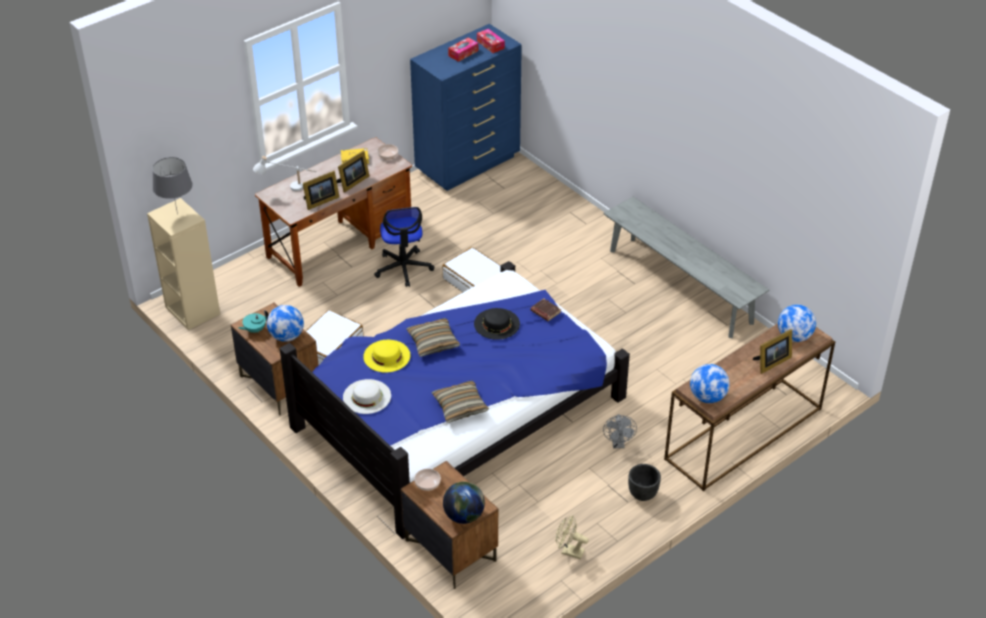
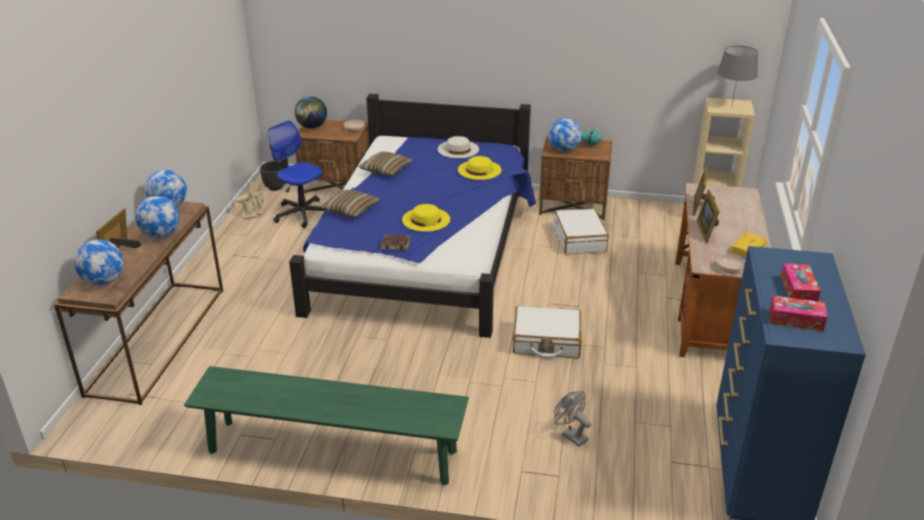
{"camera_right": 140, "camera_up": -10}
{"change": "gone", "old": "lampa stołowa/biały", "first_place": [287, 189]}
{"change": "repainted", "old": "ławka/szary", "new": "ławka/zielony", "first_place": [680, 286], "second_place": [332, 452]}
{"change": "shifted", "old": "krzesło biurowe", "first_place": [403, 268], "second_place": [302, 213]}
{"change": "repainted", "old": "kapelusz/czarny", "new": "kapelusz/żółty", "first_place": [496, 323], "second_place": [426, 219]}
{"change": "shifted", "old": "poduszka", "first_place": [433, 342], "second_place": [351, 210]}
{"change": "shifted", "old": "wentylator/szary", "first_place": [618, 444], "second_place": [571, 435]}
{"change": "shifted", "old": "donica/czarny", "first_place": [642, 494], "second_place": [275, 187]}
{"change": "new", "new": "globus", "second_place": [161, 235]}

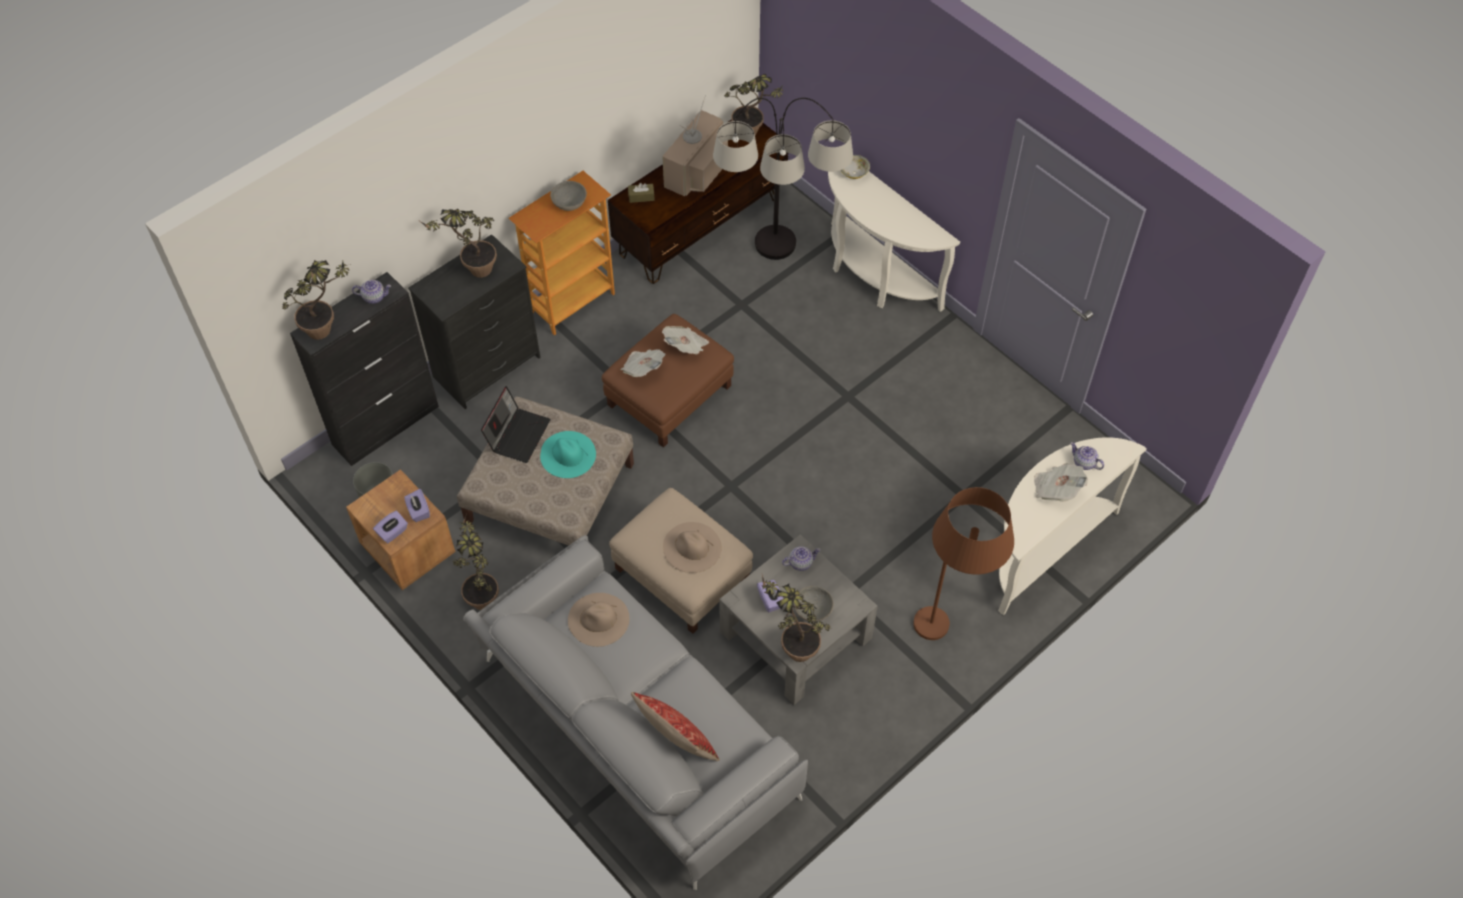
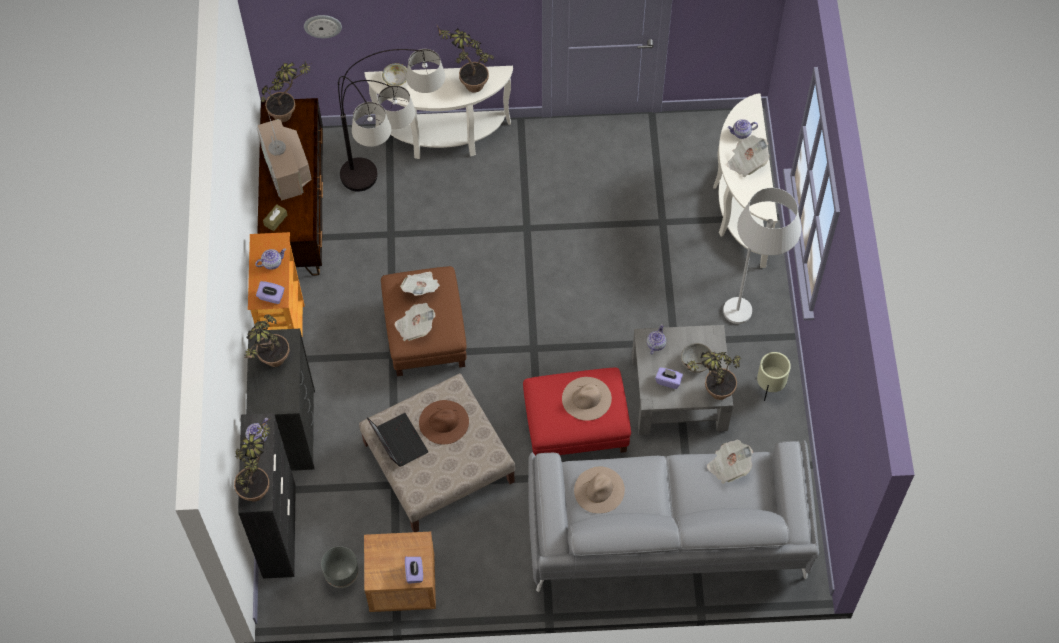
{"camera_right": -50, "camera_up": 5}
{"change": "swapped", "old": "miska/szary", "new": "imbryk", "first_place": [569, 203], "second_place": [272, 262]}
{"change": "repainted", "old": "kapelusz/turkusowy", "new": "kapelusz/brązowy", "first_place": [567, 454], "second_place": [444, 422]}
{"change": "repainted", "old": "lampa stojąca/brązowy", "new": "lampa stojąca/biały", "first_place": [949, 633], "second_place": [752, 306]}
{"change": "repainted", "old": "pufa/beżowy", "new": "pufa/czerwony", "first_place": [681, 574], "second_place": [575, 427]}
{"change": "shifted", "old": "pudełko chusteczek/fioletowy", "first_place": [418, 511], "second_place": [271, 297]}
{"change": "shifted", "old": "roślina doniczkowa", "first_place": [482, 593], "second_place": [468, 82]}
{"change": "gone", "old": "poduszka", "first_place": [677, 743]}
{"change": "new", "new": "zegar ścienny", "second_place": [322, 25]}
{"change": "new", "new": "donica/beżowy", "second_place": [769, 387]}
{"change": "new", "new": "gazeta", "second_place": [728, 466]}

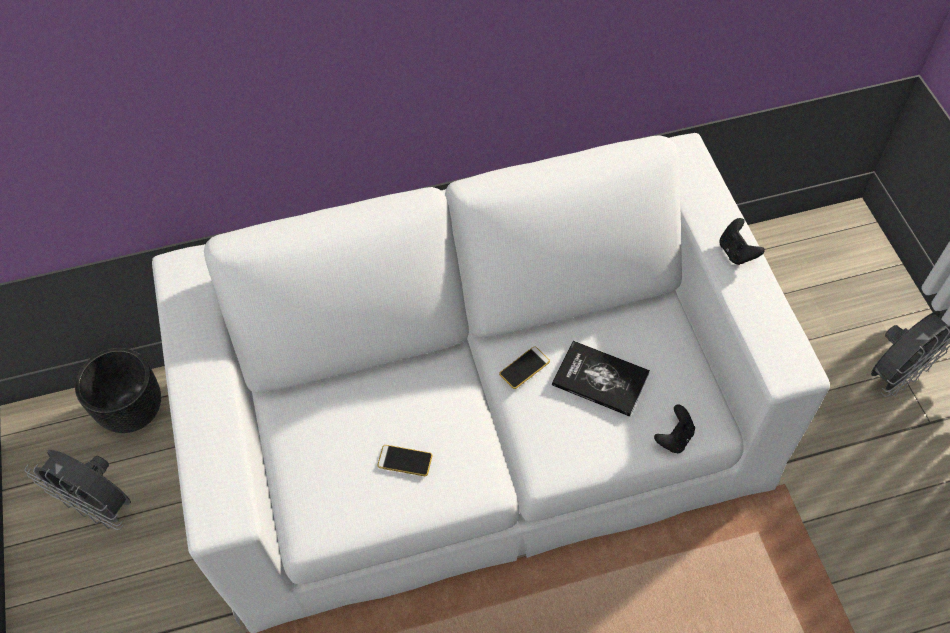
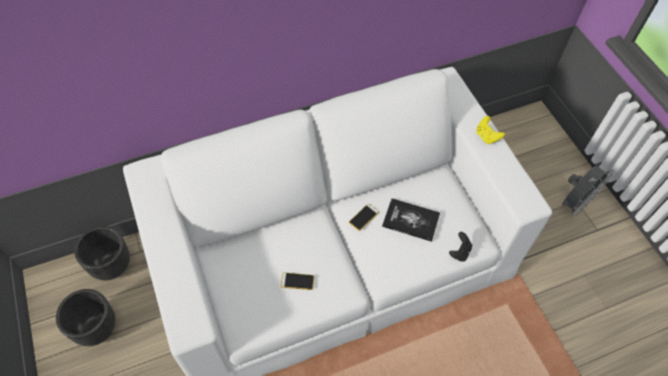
{"camera_right": -10, "camera_up": 0}
{"change": "repainted", "old": "pad do gier/czarny", "new": "pad do gier/żółty", "first_place": [736, 252], "second_place": [486, 136]}
{"change": "swapped", "old": "wentylator/szary", "new": "donica/czarny", "first_place": [101, 506], "second_place": [98, 328]}

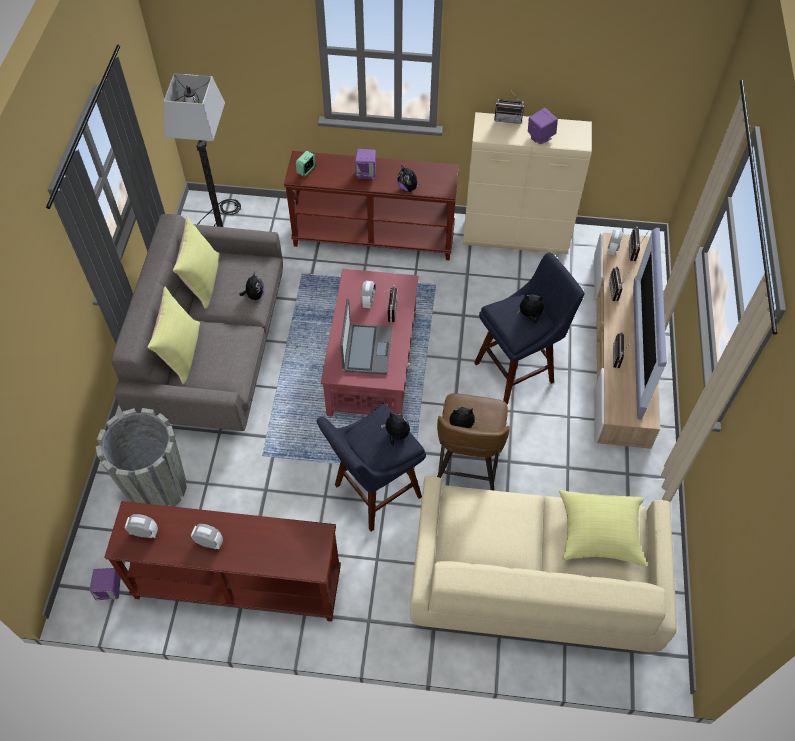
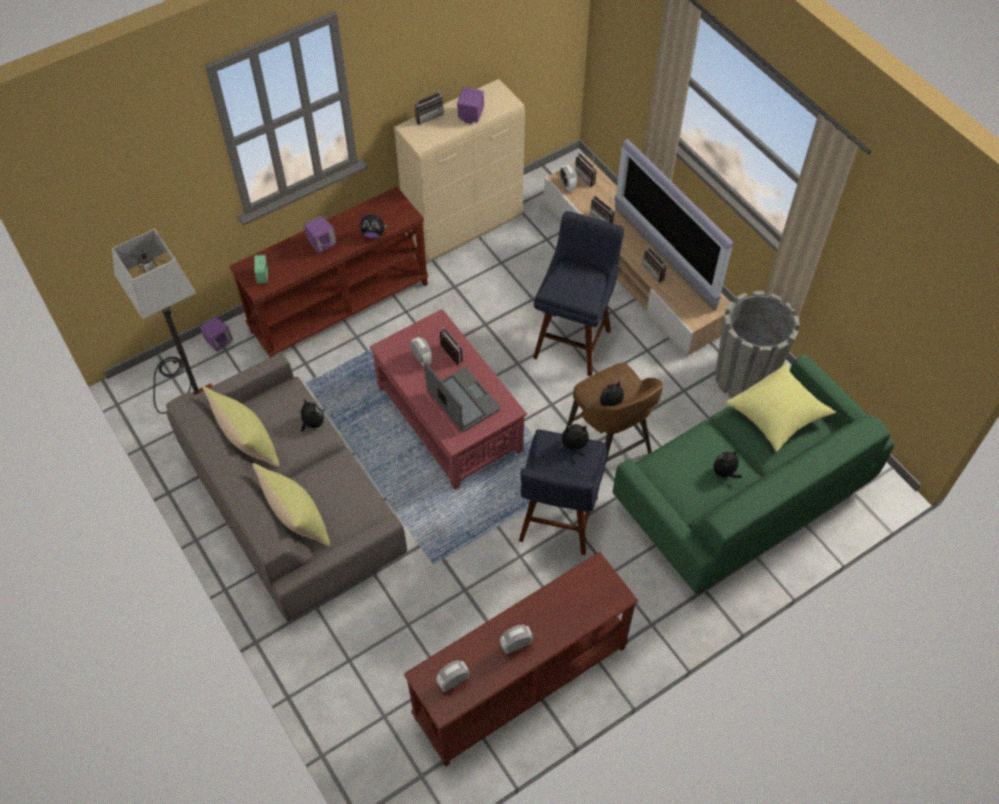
{"camera_right": -40, "camera_up": 0}
{"change": "shifted", "old": "pluszak", "first_place": [530, 315], "second_place": [724, 473]}
{"change": "shifted", "old": "donica/szary", "first_place": [157, 487], "second_place": [744, 377]}
{"change": "repainted", "old": "kanapa/beżowy", "new": "kanapa/zielony", "first_place": [532, 581], "second_place": [740, 497]}
{"change": "shifted", "old": "głośnik/fioletowy", "first_place": [110, 589], "second_place": [219, 342]}

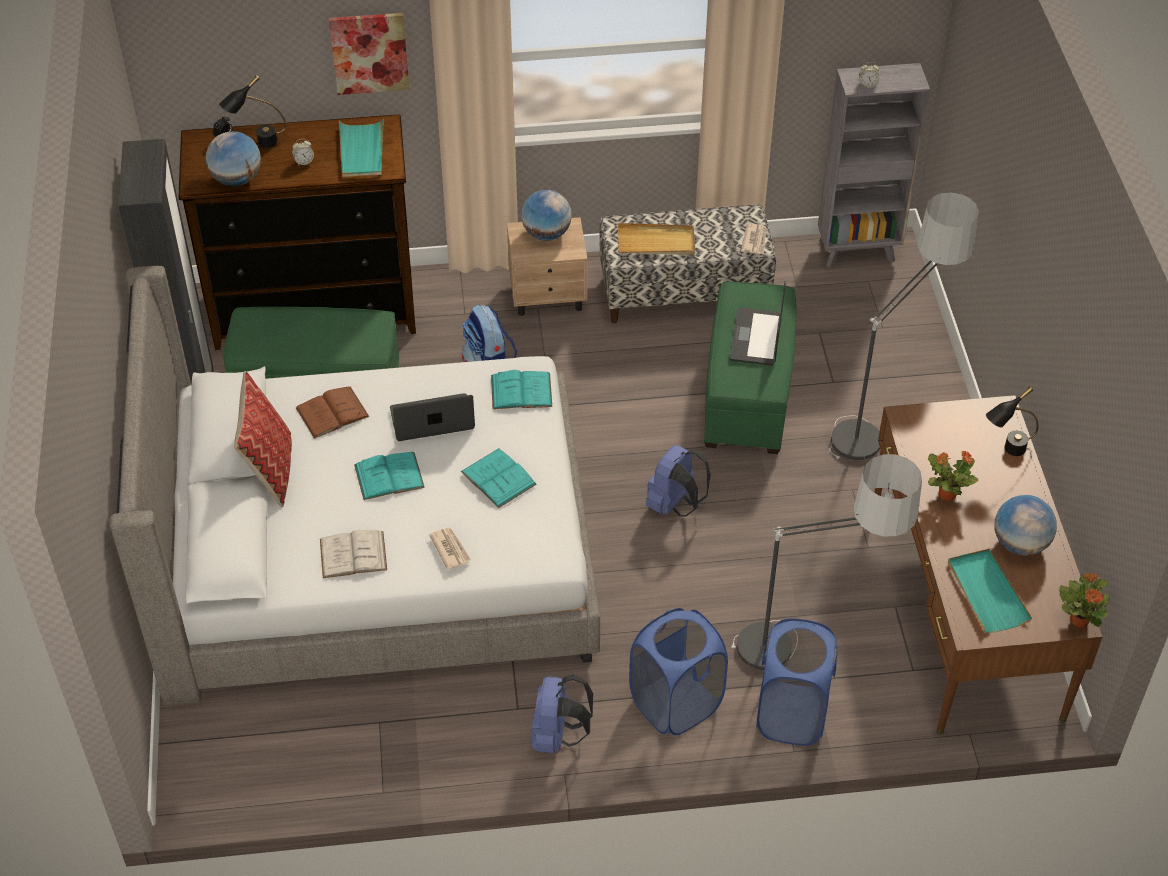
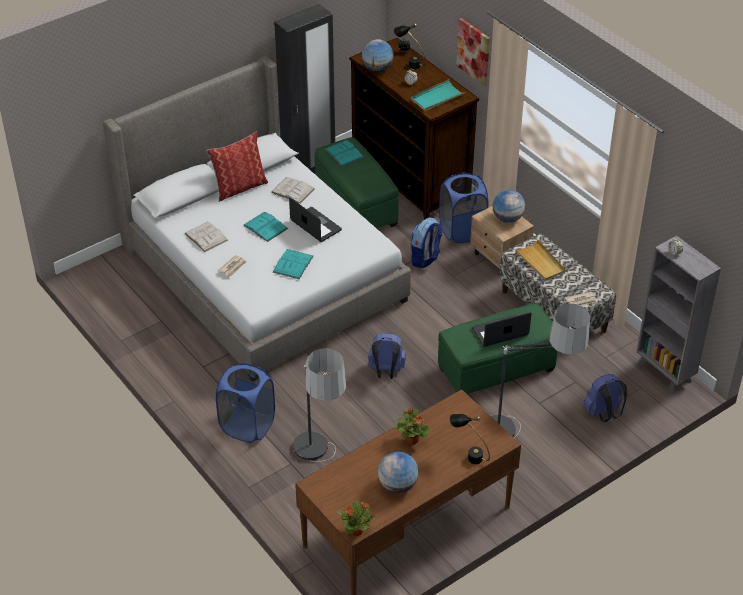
{"camera_right": 60, "camera_up": -5}
{"change": "shifted", "old": "książka/turkusowy", "first_place": [521, 391], "second_place": [344, 153]}
{"change": "repainted", "old": "książka/brązowy", "new": "książka/biały", "first_place": [332, 412], "second_place": [292, 190]}
{"change": "gone", "old": "taca/turkusowy", "first_place": [986, 593]}
{"change": "shifted", "old": "kosz na pranie/niebieski", "first_place": [791, 714], "second_place": [462, 231]}
{"change": "shifted", "old": "plecak/niebieski", "first_place": [558, 735], "second_place": [603, 413]}

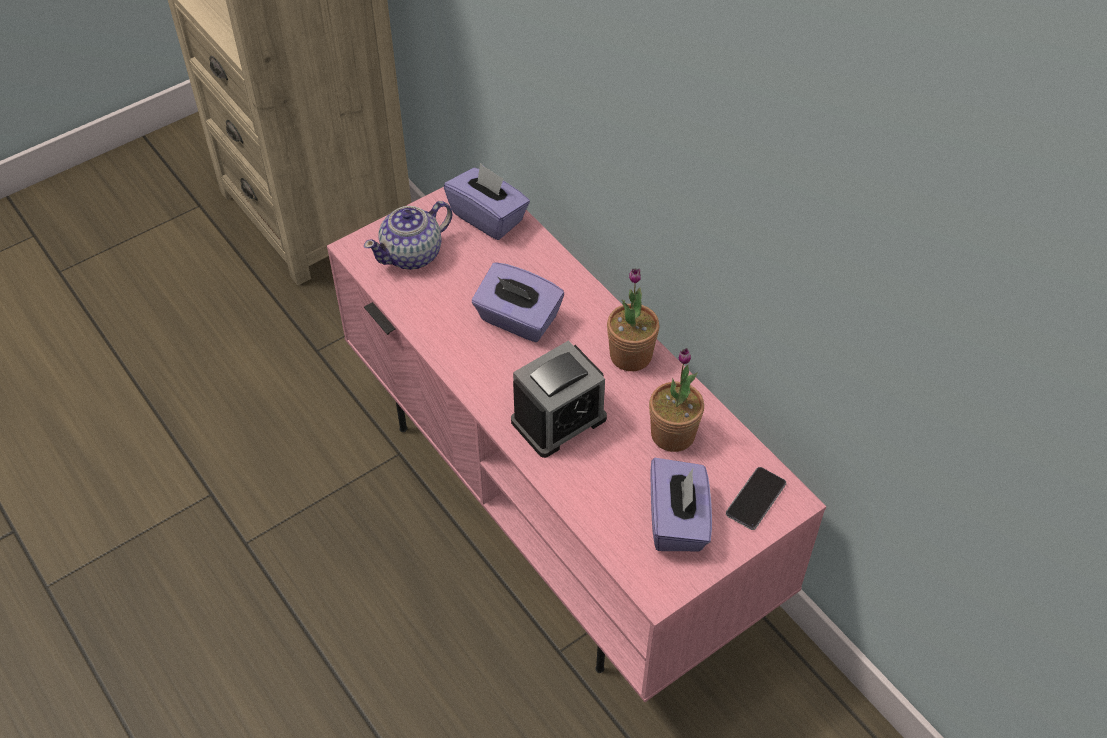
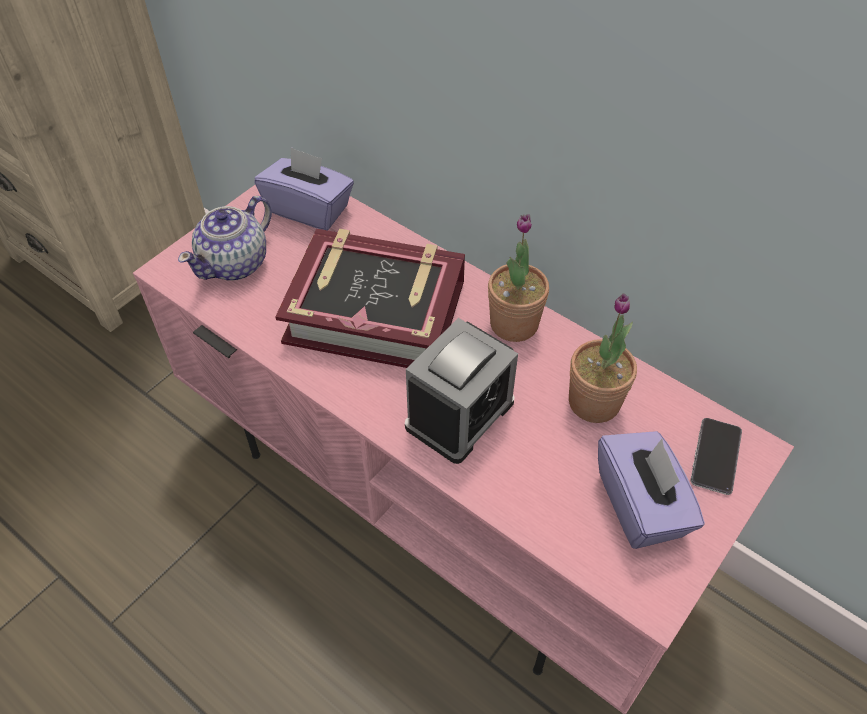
{"camera_right": -15, "camera_up": 0}
{"change": "swapped", "old": "pudełko chusteczek/fioletowy", "new": "książka", "first_place": [518, 320], "second_place": [376, 311]}

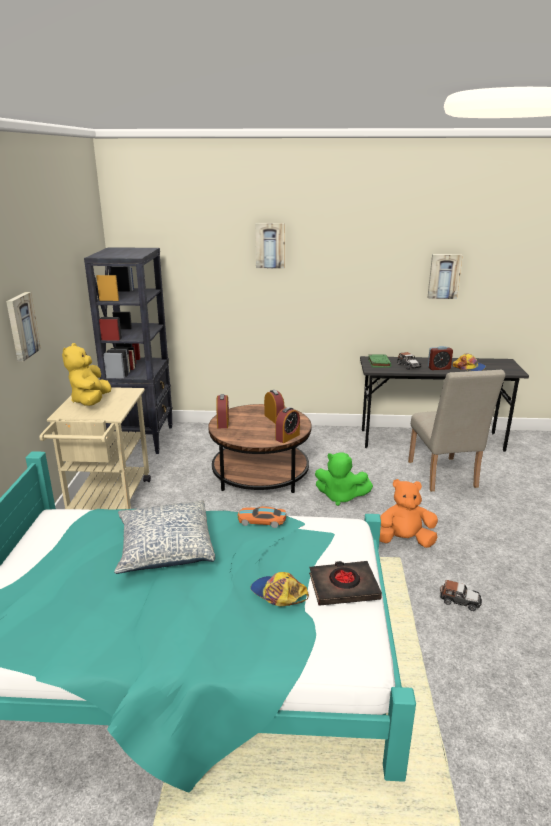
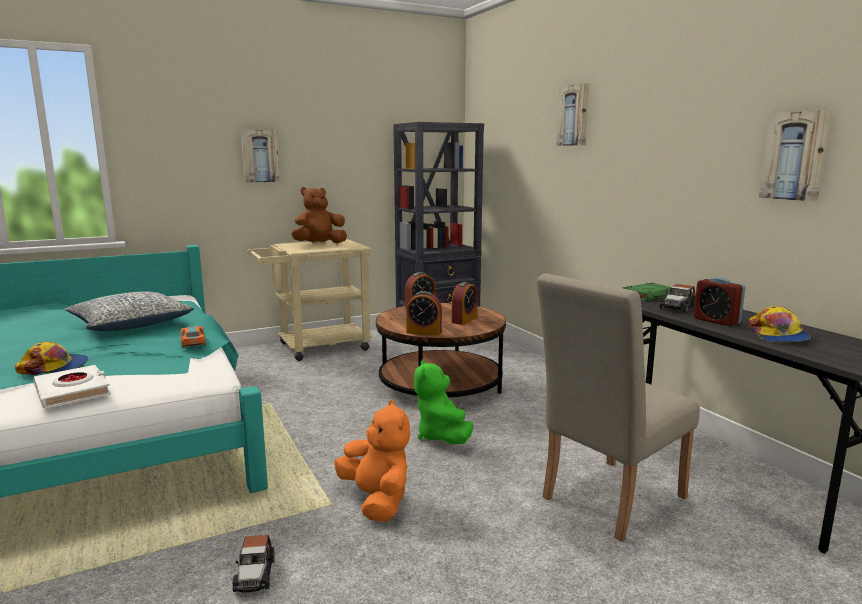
{"camera_right": 60, "camera_up": -10}
{"change": "repainted", "old": "pluszak/żółty", "new": "pluszak/brązowy", "first_place": [91, 401], "second_place": [319, 244]}
{"change": "repainted", "old": "książka/czarny", "new": "książka/biały", "first_place": [343, 587], "second_place": [73, 391]}
{"change": "rotated", "old": "czapka z daszkiem", "first_place": [278, 594], "second_place": [54, 367], "degrees": 75}

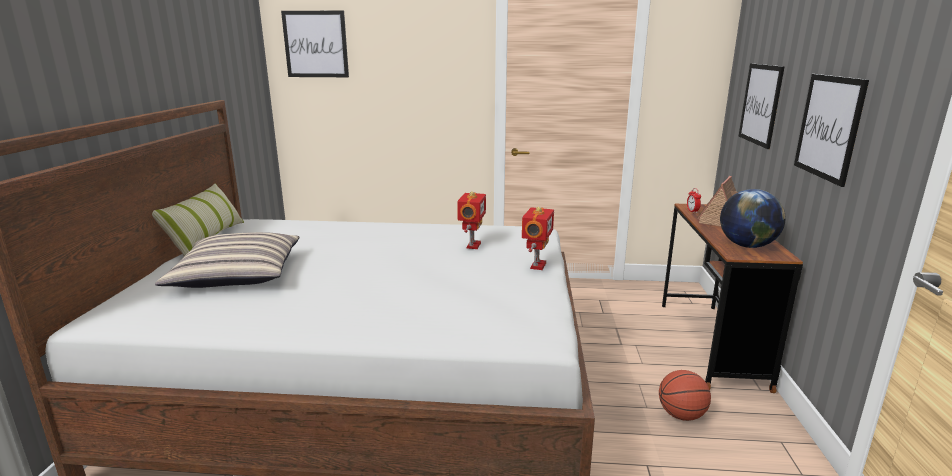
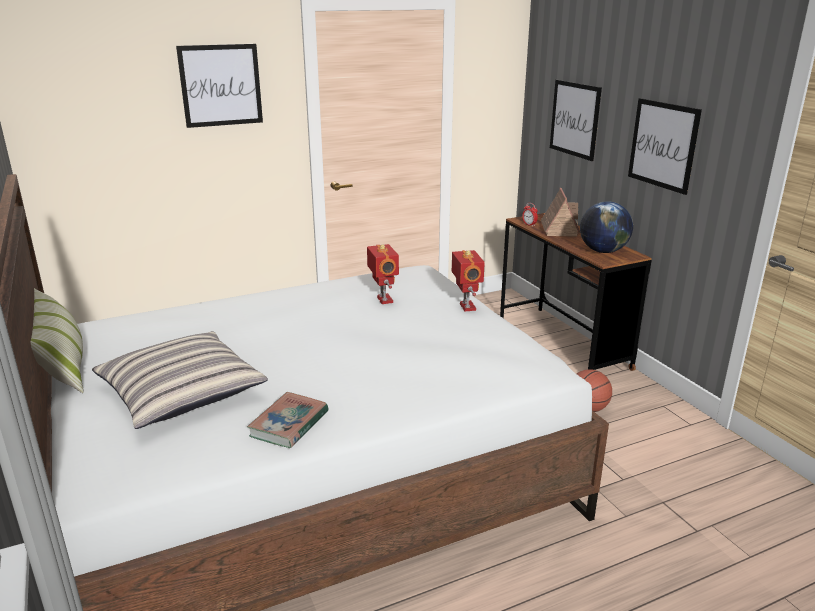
{"camera_right": -30, "camera_up": 5}
{"change": "shifted", "old": "obraz", "first_place": [315, 44], "second_place": [221, 85]}
{"change": "new", "new": "książka", "second_place": [289, 424]}

